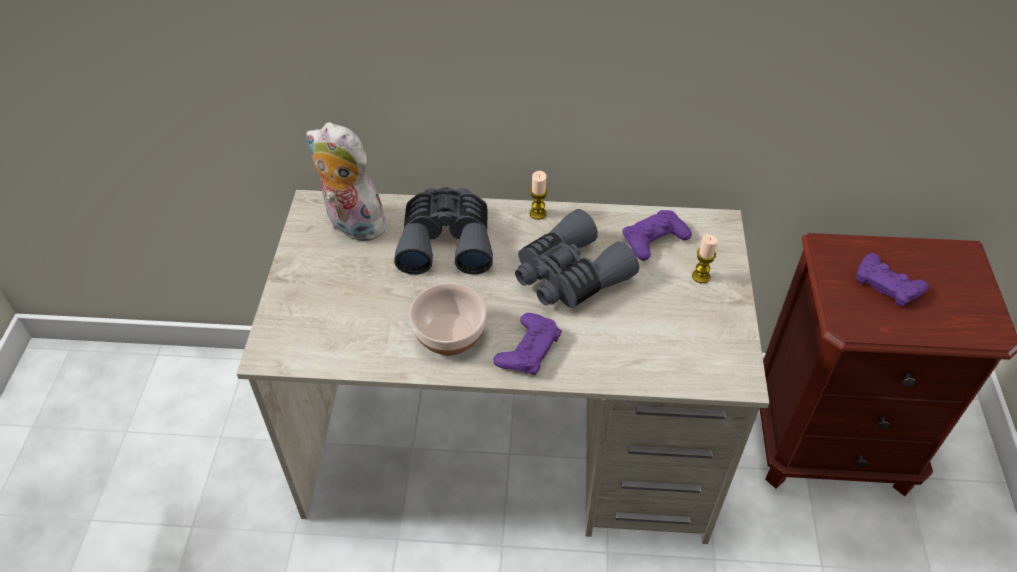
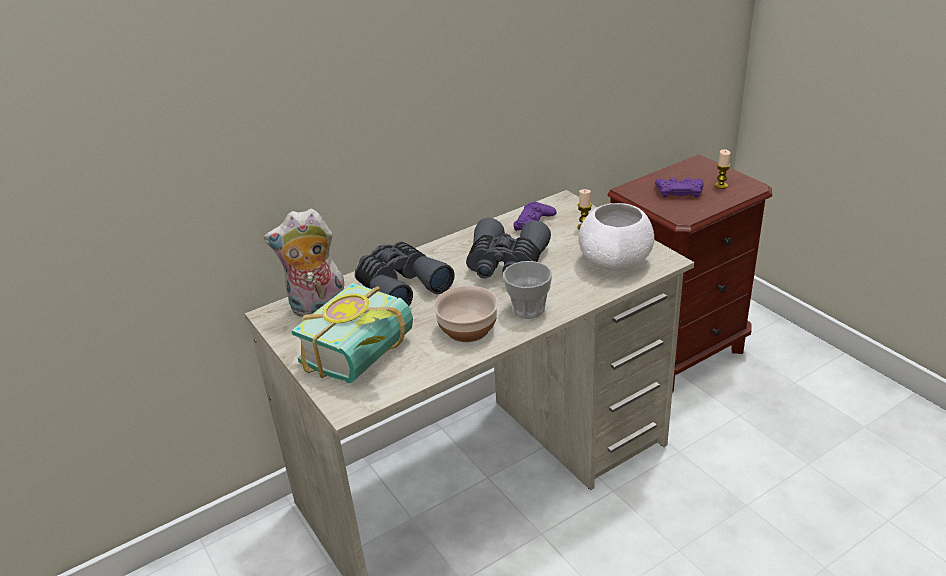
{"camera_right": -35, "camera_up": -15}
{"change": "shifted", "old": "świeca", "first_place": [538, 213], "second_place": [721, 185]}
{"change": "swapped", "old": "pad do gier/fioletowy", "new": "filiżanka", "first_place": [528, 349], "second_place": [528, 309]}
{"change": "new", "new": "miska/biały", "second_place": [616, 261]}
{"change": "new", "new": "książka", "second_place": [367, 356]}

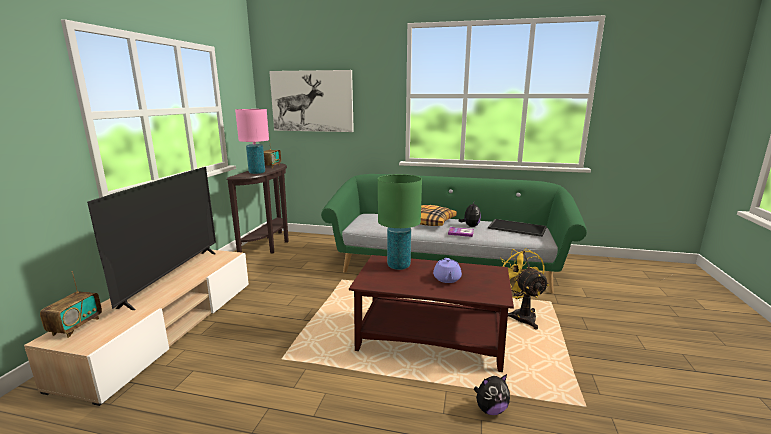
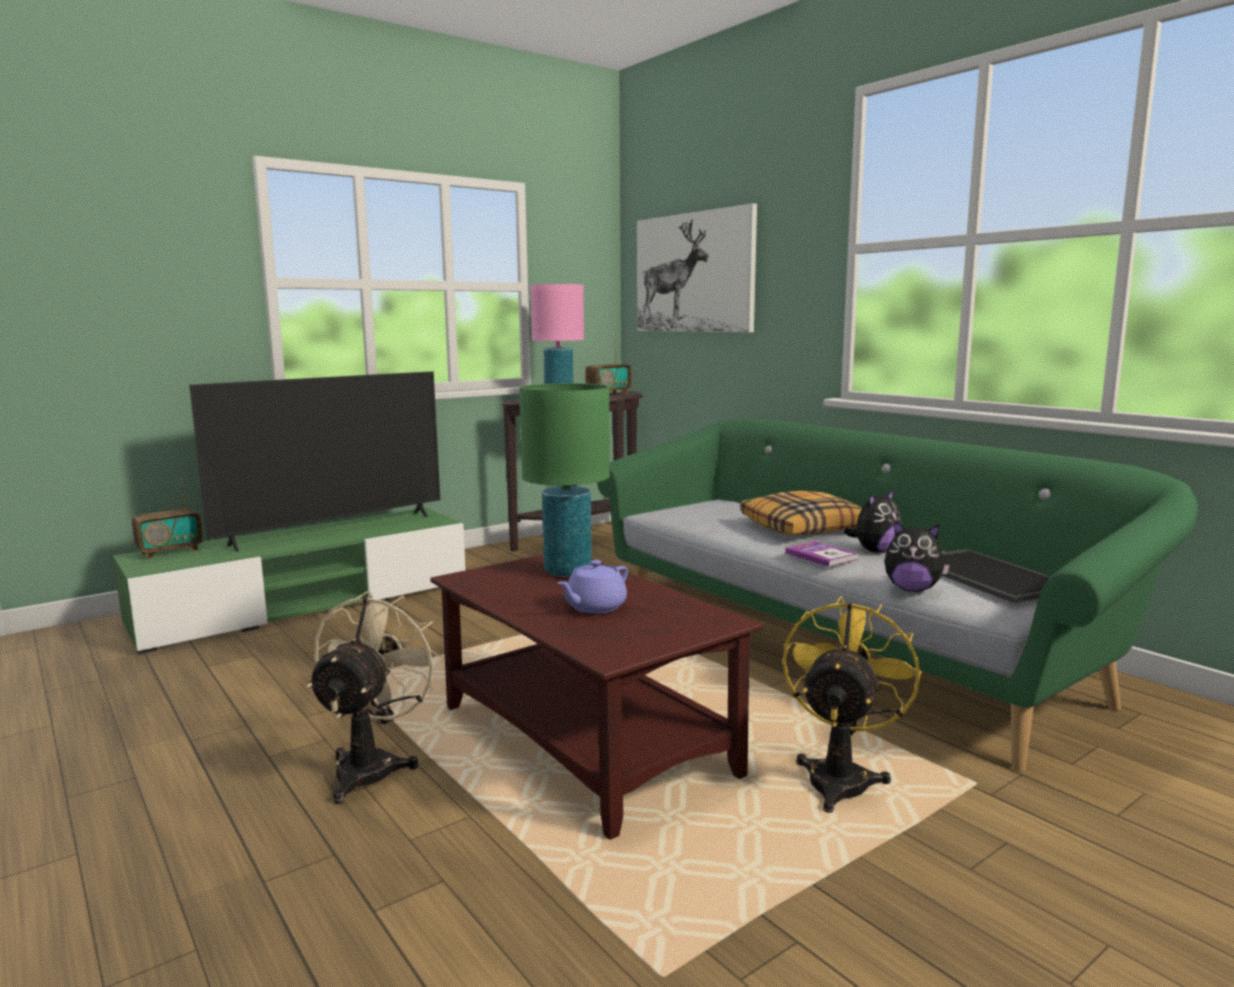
{"camera_right": 40, "camera_up": -5}
{"change": "repainted", "old": "szafka pod telewizor/beżowy", "new": "szafka pod telewizor/zielony", "first_place": [167, 328], "second_place": [305, 604]}
{"change": "shifted", "old": "pluszak", "first_place": [490, 409], "second_place": [912, 589]}
{"change": "new", "new": "wentylator/beżowy", "second_place": [373, 766]}

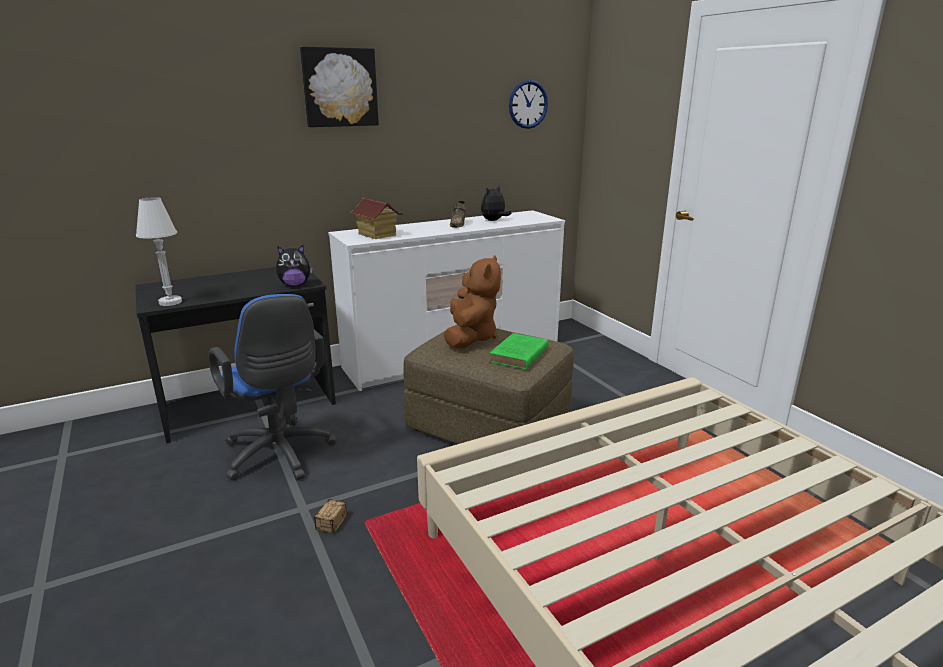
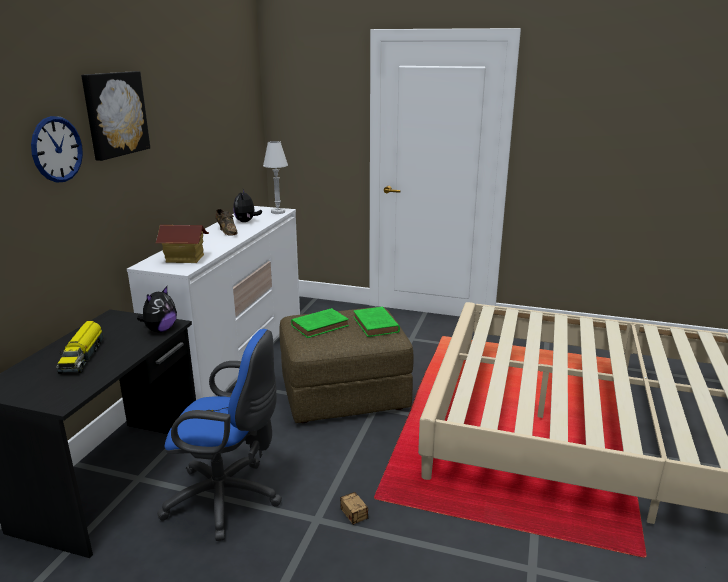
{"camera_right": -45, "camera_up": 0}
{"change": "shifted", "old": "zegar ścienny", "first_place": [528, 104], "second_place": [57, 149]}
{"change": "shifted", "old": "lampa stołowa/biały", "first_place": [170, 302], "second_place": [278, 212]}
{"change": "swapped", "old": "pluszak/brązowy", "new": "książka/zielony", "first_place": [470, 337], "second_place": [321, 325]}
{"change": "new", "new": "ciężarówka zabawkowa", "second_place": [82, 356]}

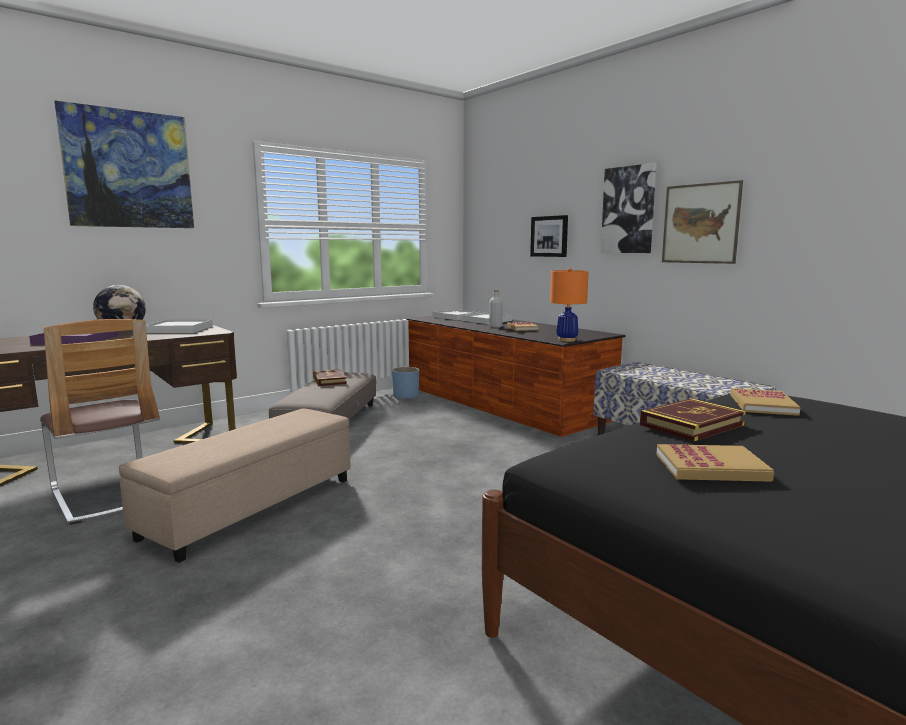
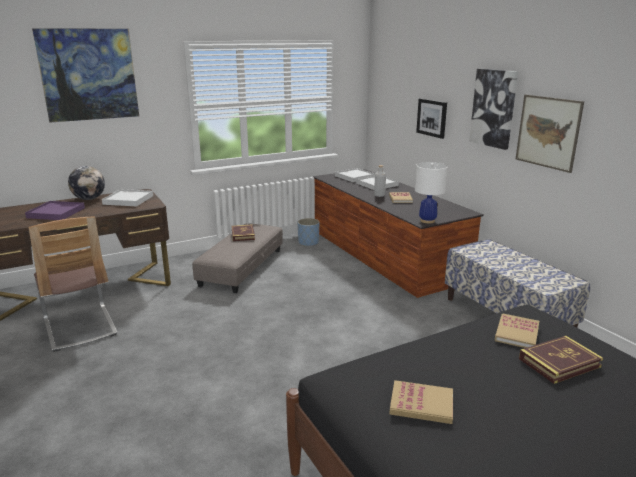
{"camera_right": 10, "camera_up": 10}
{"change": "repainted", "old": "lampa stołowa/pomarańczowy", "new": "lampa stołowa/biały", "first_place": [566, 340], "second_place": [427, 221]}
{"change": "shifted", "old": "książka", "first_place": [692, 425], "second_place": [559, 363]}
{"change": "gone", "old": "pufa/beżowy", "first_place": [251, 507]}

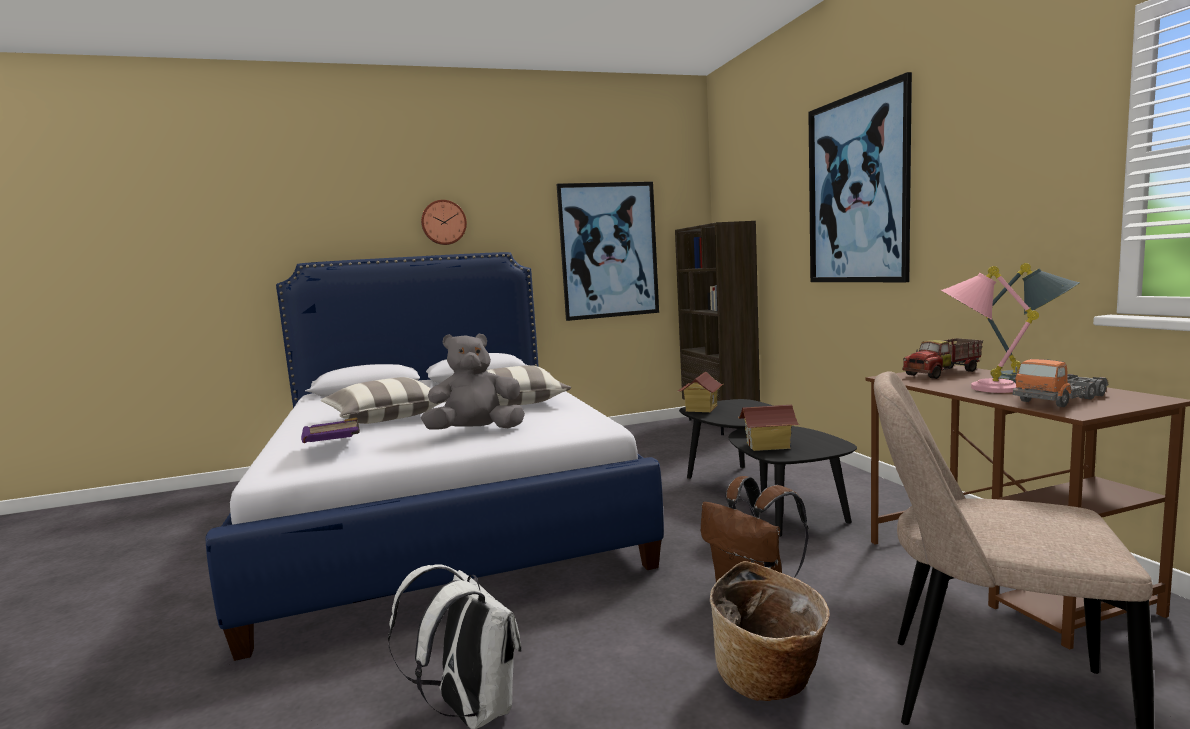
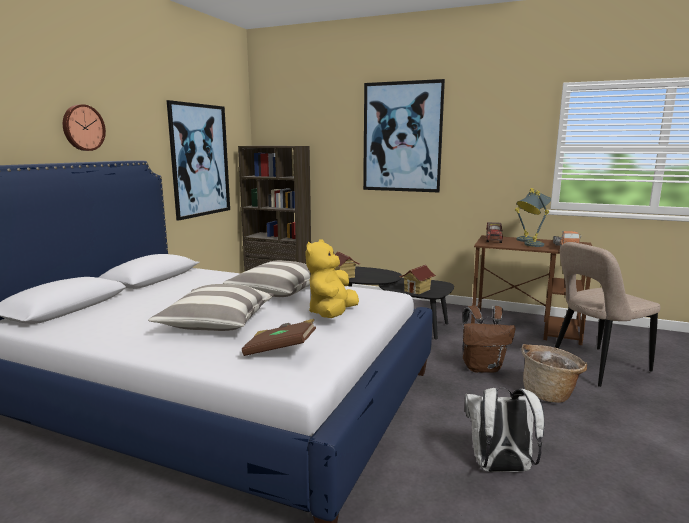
{"camera_right": -50, "camera_up": 5}
{"change": "repainted", "old": "lampa stołowa/różowy", "new": "lampa stołowa/szary", "first_place": [976, 388], "second_place": [528, 245]}
{"change": "repainted", "old": "pluszak/szary", "new": "pluszak/żółty", "first_place": [476, 432], "second_place": [332, 314]}
{"change": "repainted", "old": "książka/fioletowy", "new": "książka/brązowy", "first_place": [333, 447], "second_place": [280, 350]}

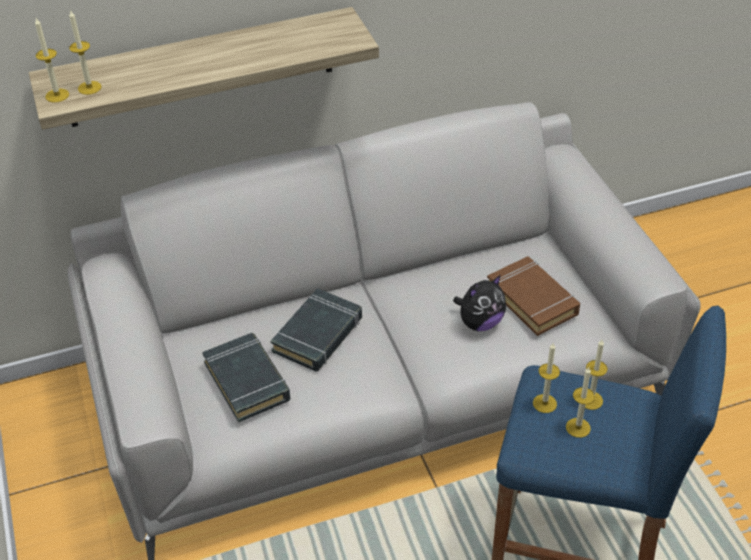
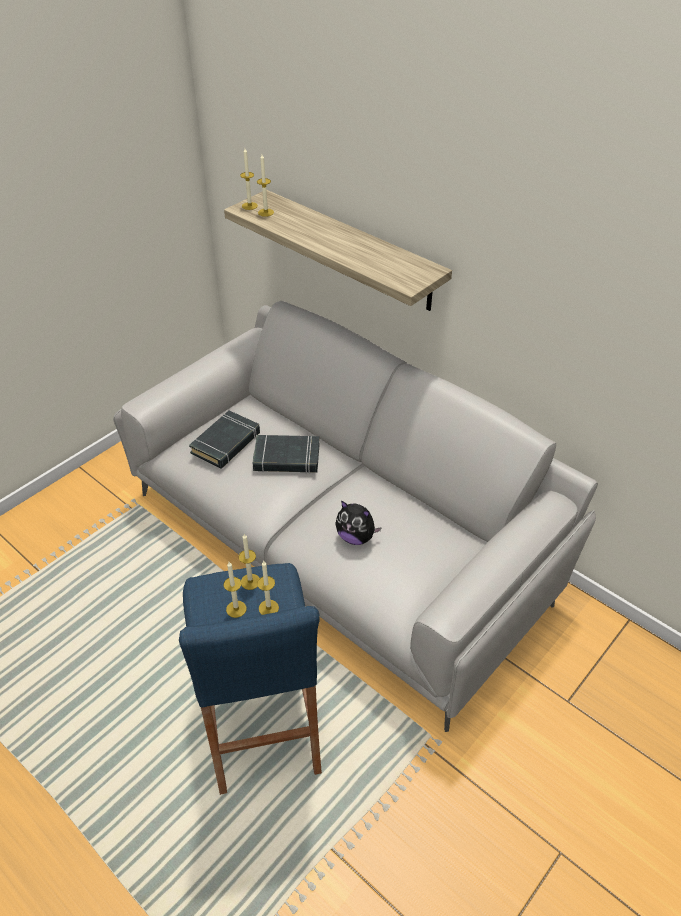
{"camera_right": 60, "camera_up": 0}
{"change": "gone", "old": "książka/brązowy", "first_place": [532, 300]}

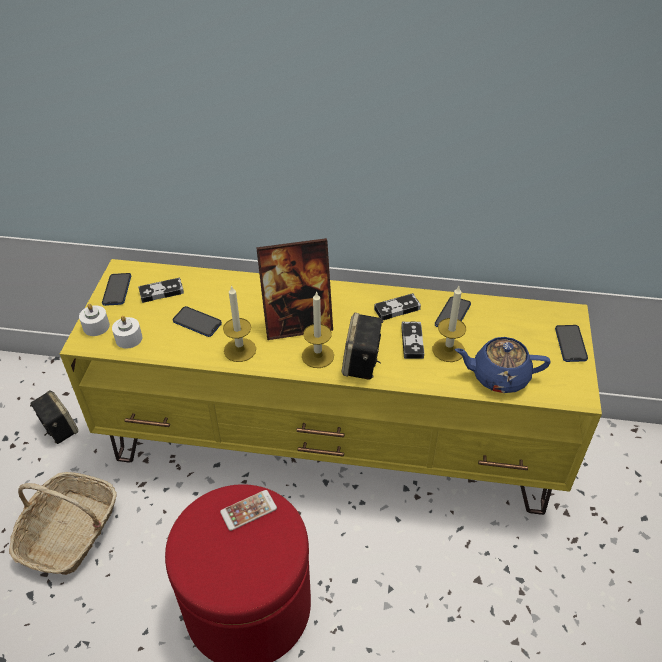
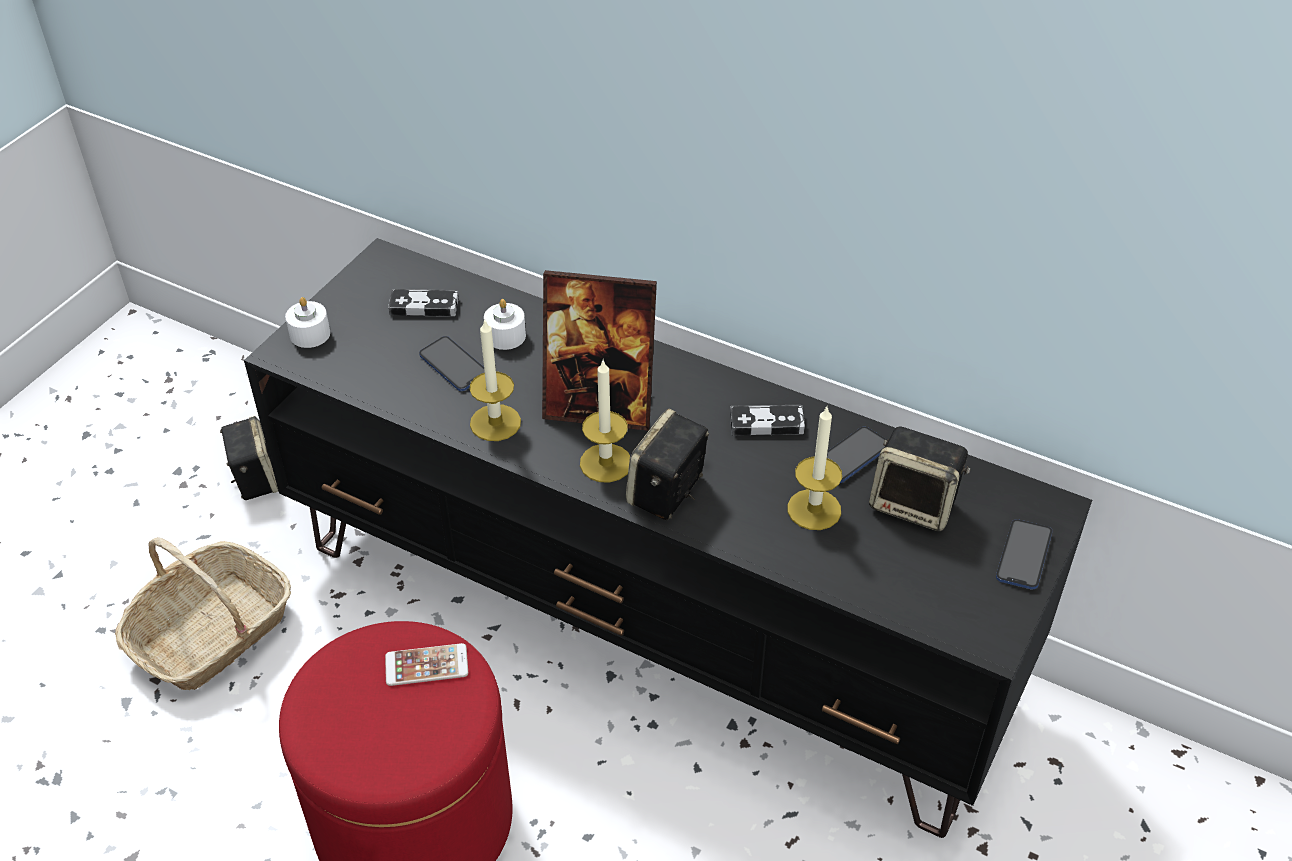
{"camera_right": 20, "camera_up": 0}
{"change": "repainted", "old": "szafka pod telewizor/żółty", "new": "szafka pod telewizor/czarny", "first_place": [333, 443], "second_place": [650, 619]}
{"change": "gone", "old": "telefon", "first_place": [117, 290]}
{"change": "shifted", "old": "świeca/biały", "first_place": [129, 338], "second_place": [505, 336]}
{"change": "gone", "old": "pad do gier", "first_place": [412, 342]}
{"change": "gone", "old": "imbryk/niebieski", "first_place": [498, 376]}
{"change": "new", "new": "głośnik", "second_place": [915, 504]}

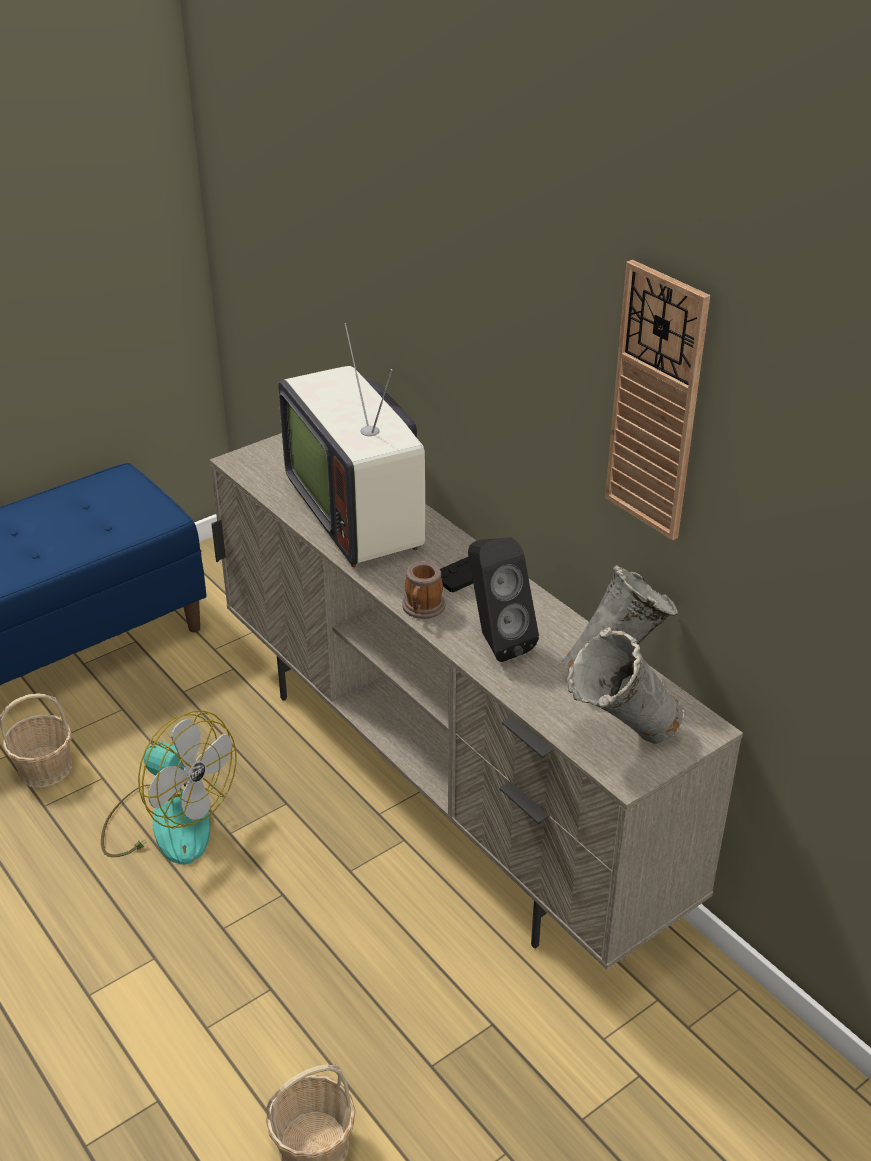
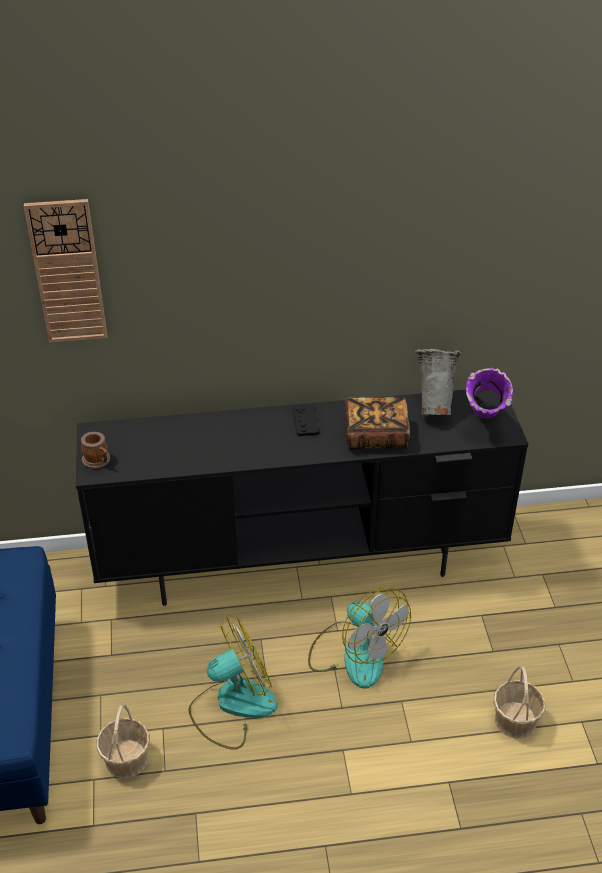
{"camera_right": -60, "camera_up": 5}
{"change": "shifted", "old": "zegar ścienny", "first_place": [656, 403], "second_place": [67, 272]}
{"change": "gone", "old": "telewizor", "first_place": [360, 512]}
{"change": "repainted", "old": "szafka pod telewizor/beżowy", "new": "szafka pod telewizor/czarny", "first_place": [441, 788], "second_place": [302, 562]}
{"change": "swapped", "old": "głośnik/czarny", "new": "książka", "first_place": [495, 642], "second_place": [376, 435]}
{"change": "shifted", "old": "kubek", "first_place": [422, 609], "second_place": [98, 461]}
{"change": "repainted", "old": "wazon/szary", "new": "wazon/fioletowy", "first_place": [619, 741], "second_place": [483, 427]}
{"change": "new", "new": "wentylator", "second_place": [355, 653]}

